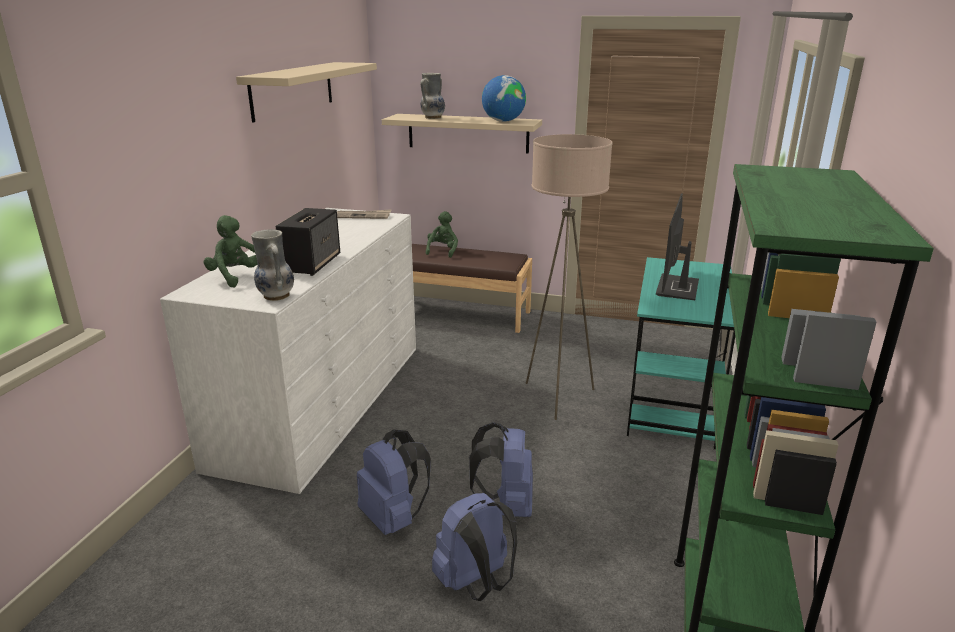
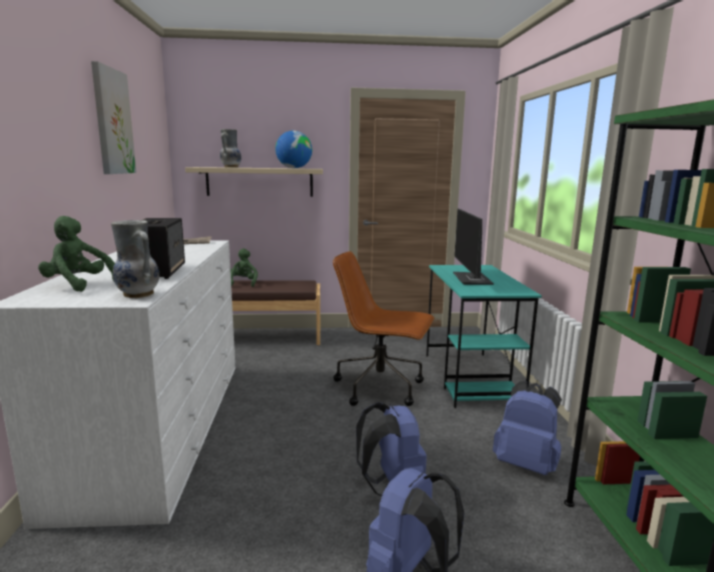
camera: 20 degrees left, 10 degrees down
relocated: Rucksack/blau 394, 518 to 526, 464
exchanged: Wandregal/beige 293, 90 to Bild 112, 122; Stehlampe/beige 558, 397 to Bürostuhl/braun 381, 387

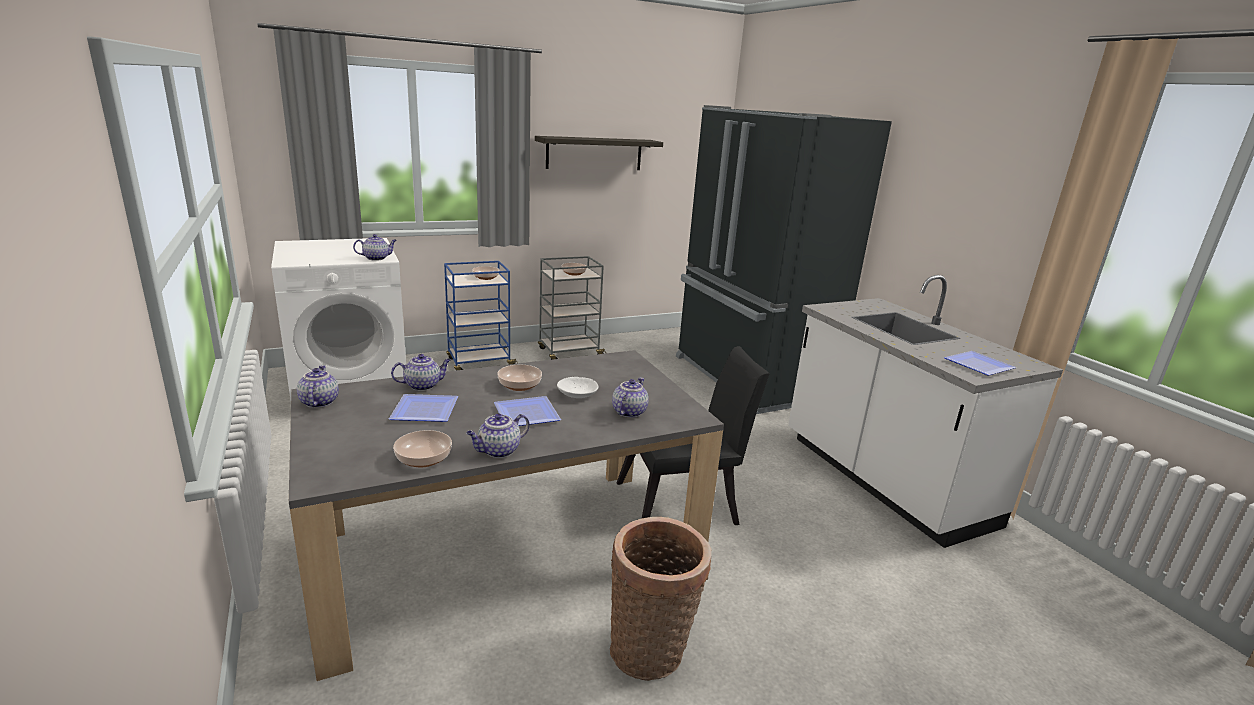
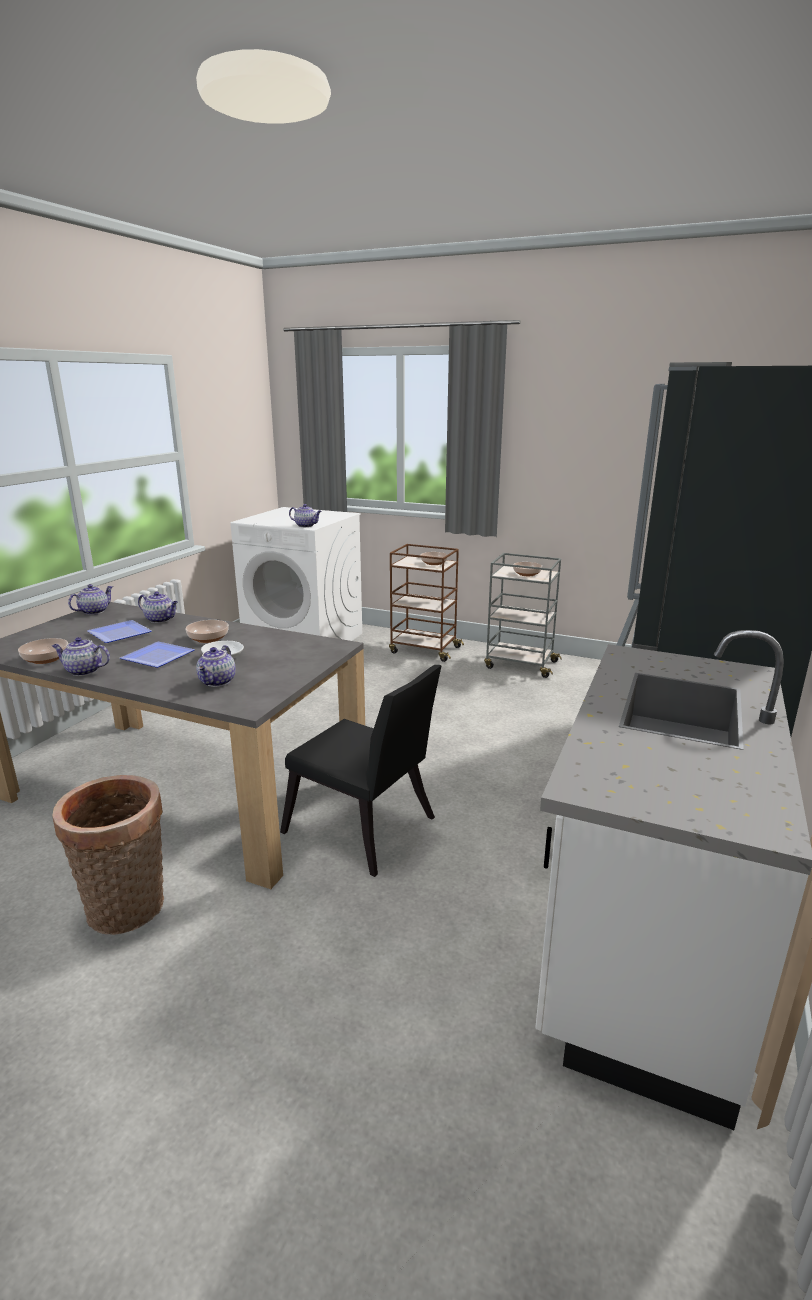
camera: 50 degrees right, 0 degrees up
missing: Wandregal 594, 153; Teller 978, 365
colour: Rollwagen/blau 479, 363 to Rollwagen/braun 424, 650
spun: Teekanne 628, 412 = 218, 682 120 degrees clockwise

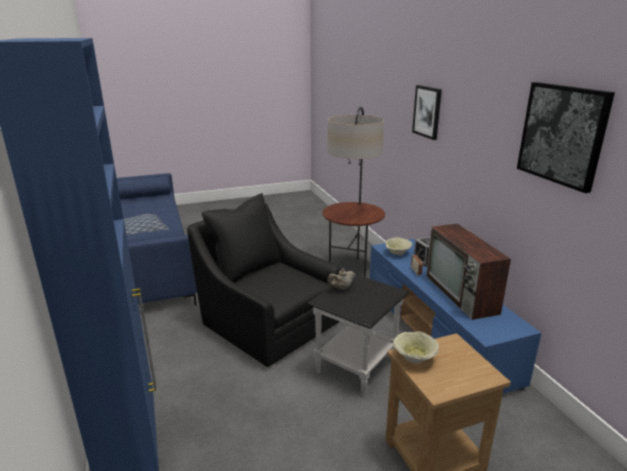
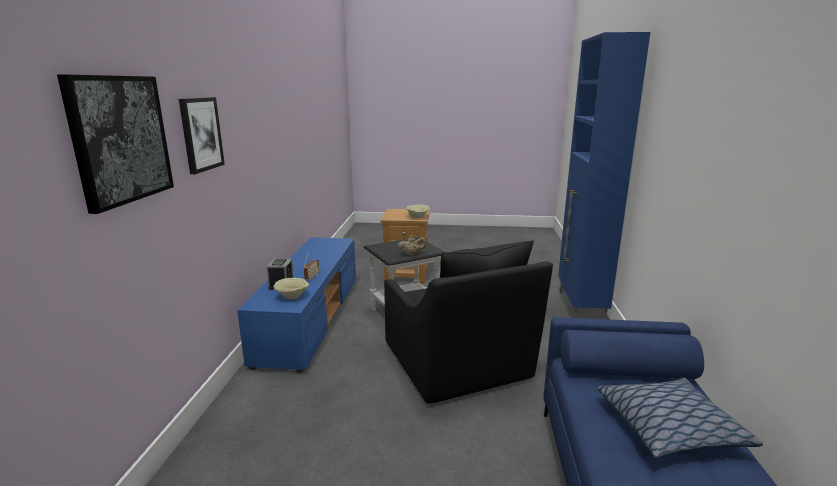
camera: 155 degrees left, 5 degrees down
missing: Stehlampe 351, 269; Fernseher 462, 295
relocated: Bild 562, 134 to 120, 139

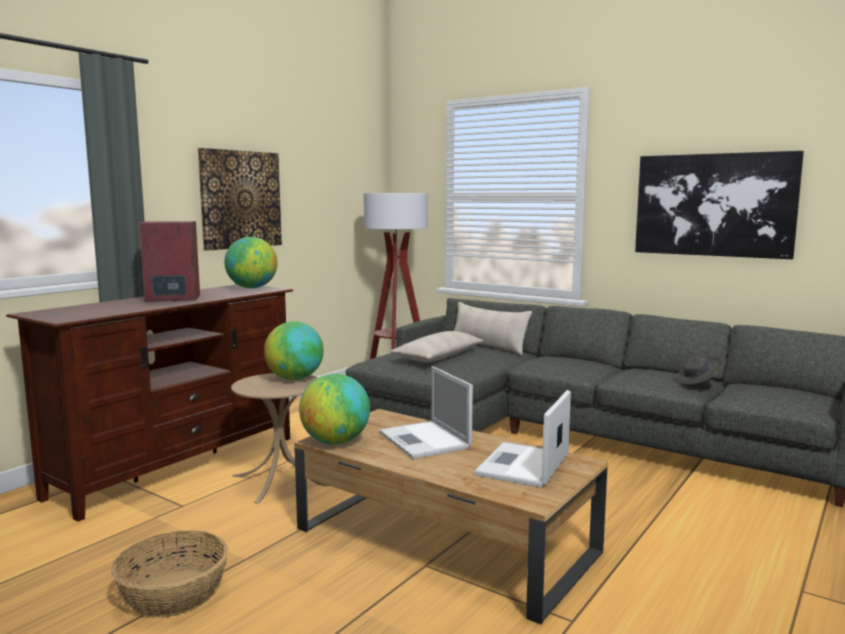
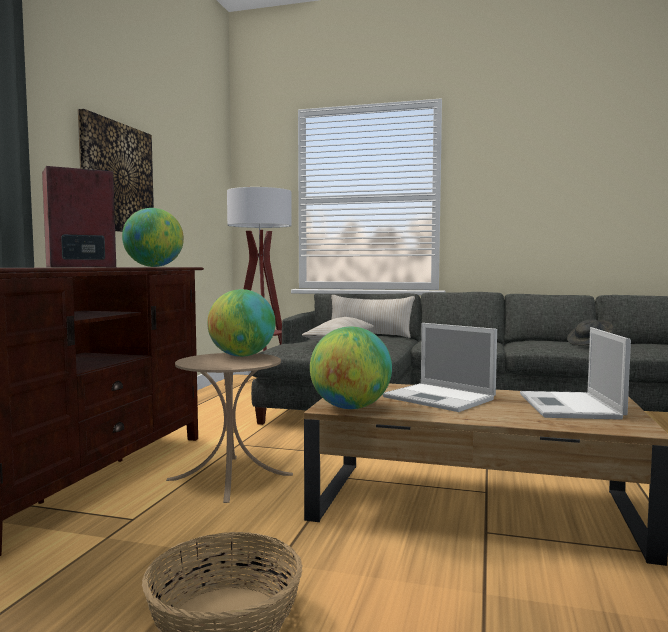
camera: 20 degrees left, 5 degrees down
missing: Bild 714, 205

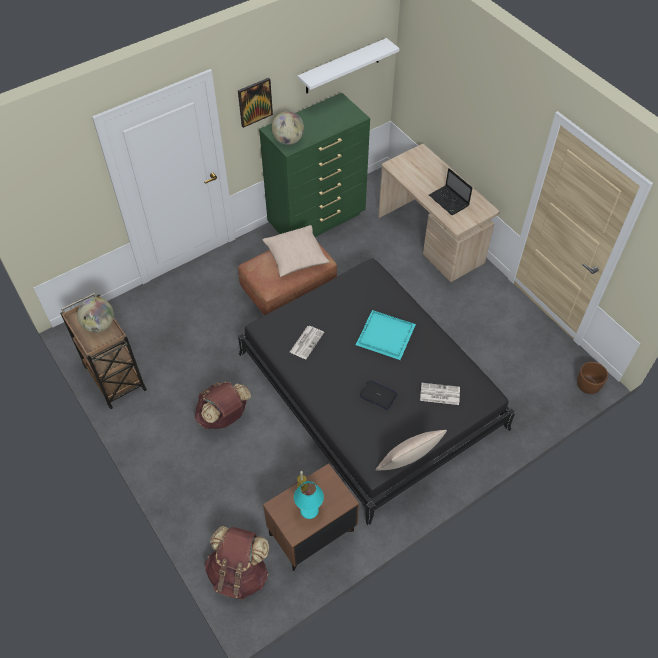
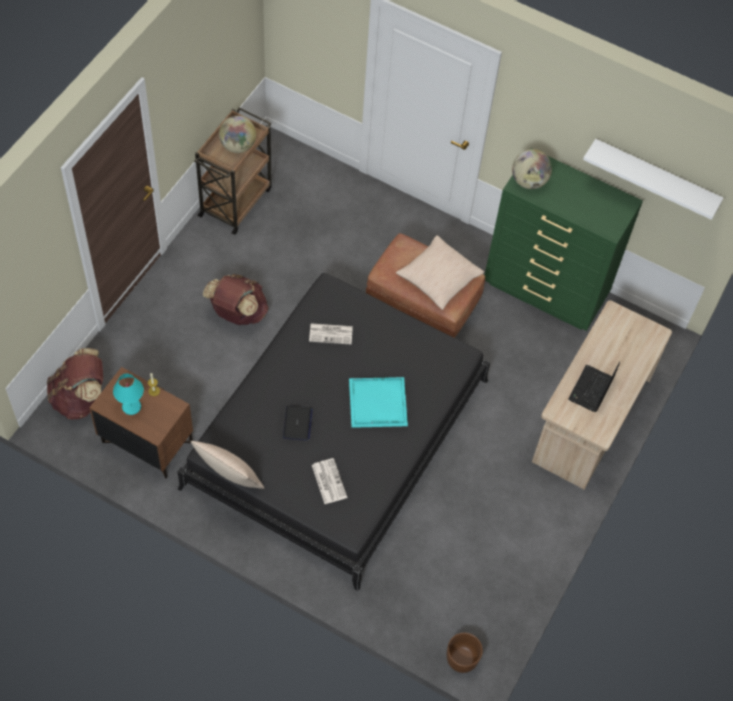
camera: 60 degrees right, 5 degrees up
missing: Bild 255, 102

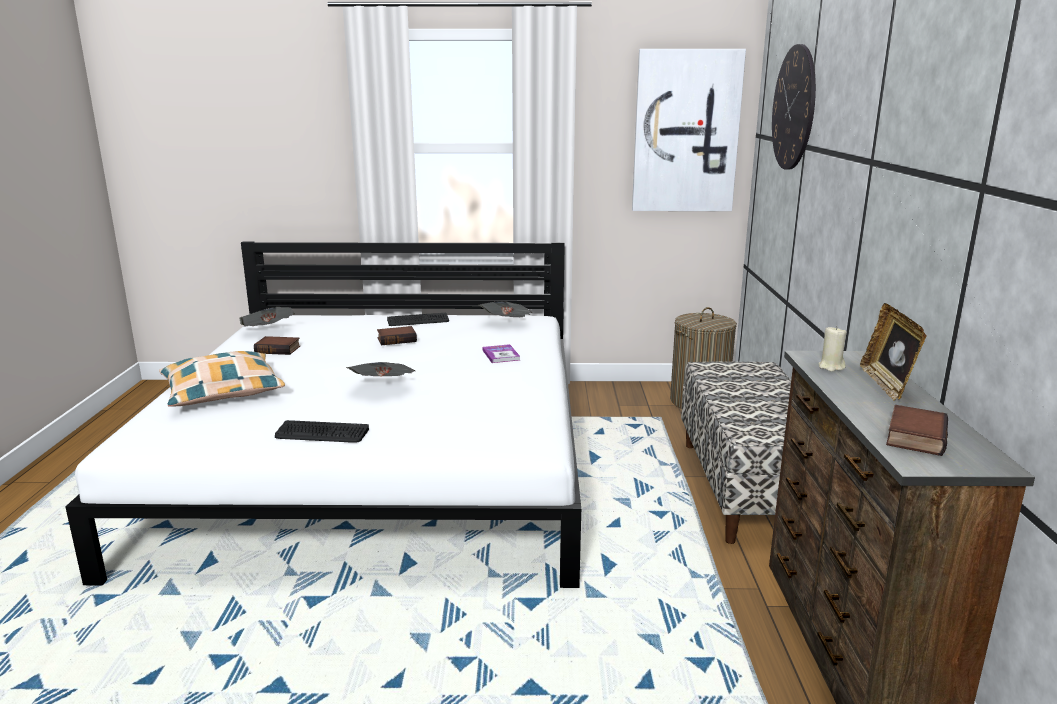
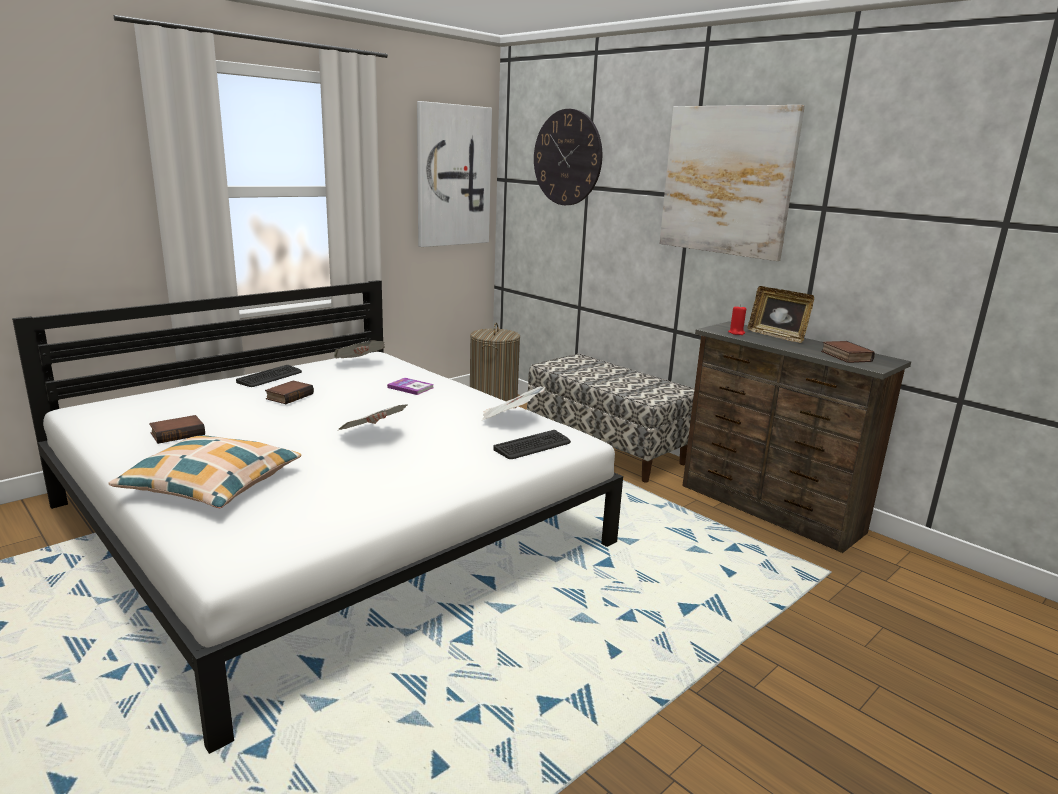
camera: 45 degrees left, 0 degrees up
appeared: Bild 727, 181
relocated: Zeitung 268, 331 to 510, 419; Tastatur 322, 433 to 533, 446
colour: Kerze/beige 831, 367 to Kerze/rot 736, 333

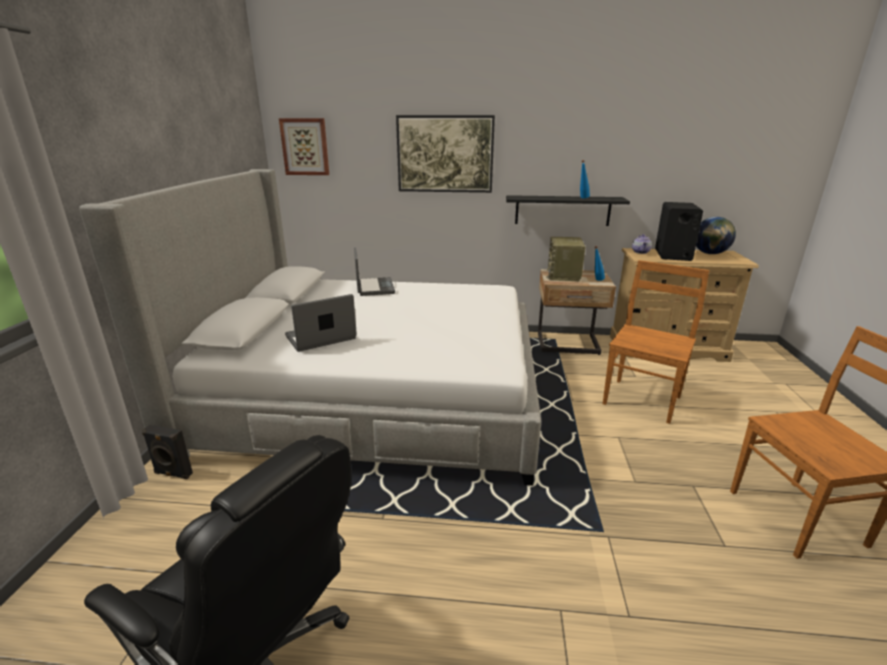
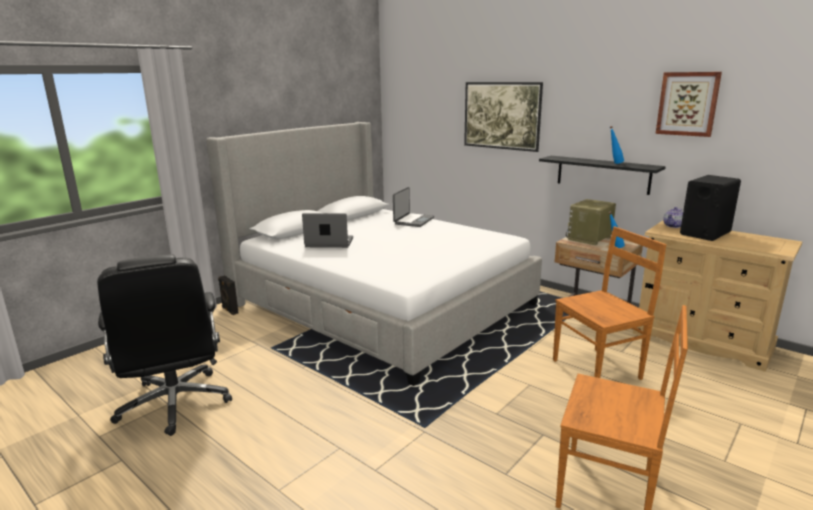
camera: 35 degrees right, 5 degrees down
missing: Globus 710, 253
relocated: Bild 305, 147 to 687, 104

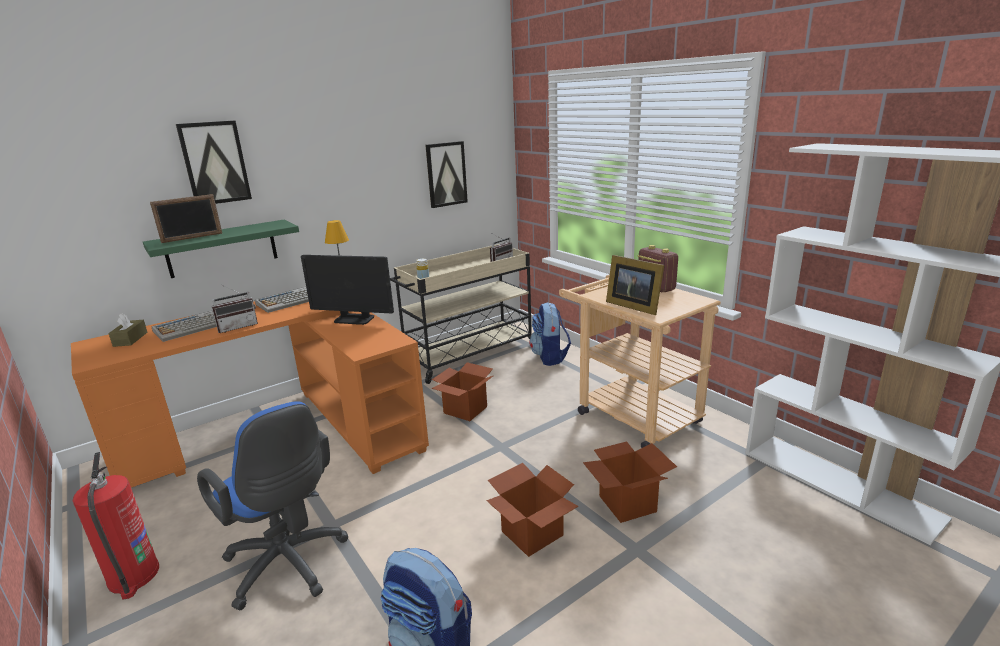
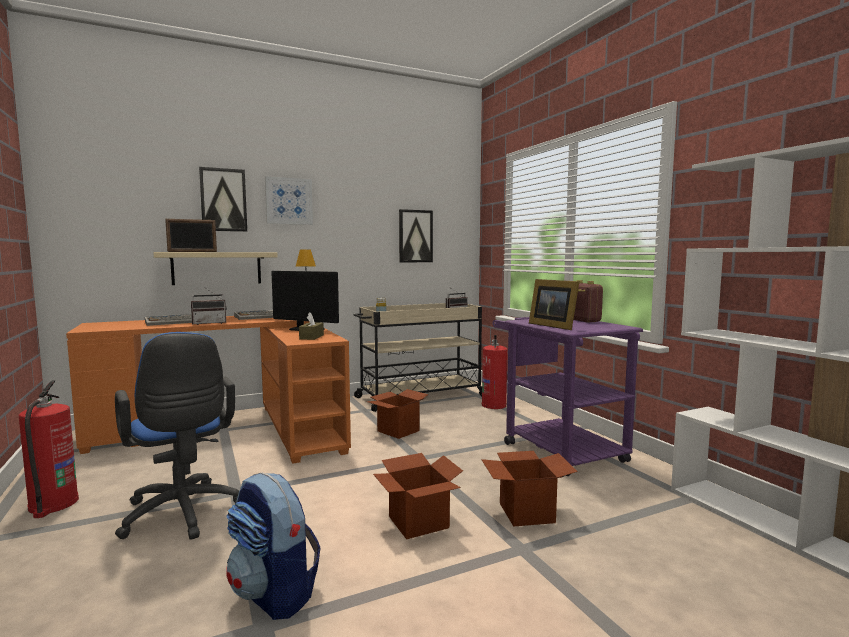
camera: 10 degrees right, 15 degrees down
appeared: Bild 289, 201
relocated: Taschentuchbox/braun 130, 339 to 311, 337
exchanged: Rucksack 550, 357 to Feuerlöscher 494, 405
colour: Wandregal/grün 222, 248 to Wandregal/beige 217, 268; Rollwagen/beige 630, 413 to Rollwagen/lila 556, 449

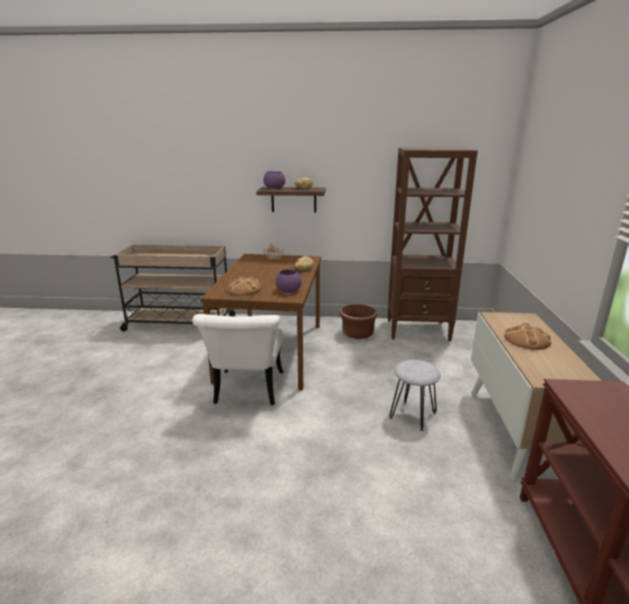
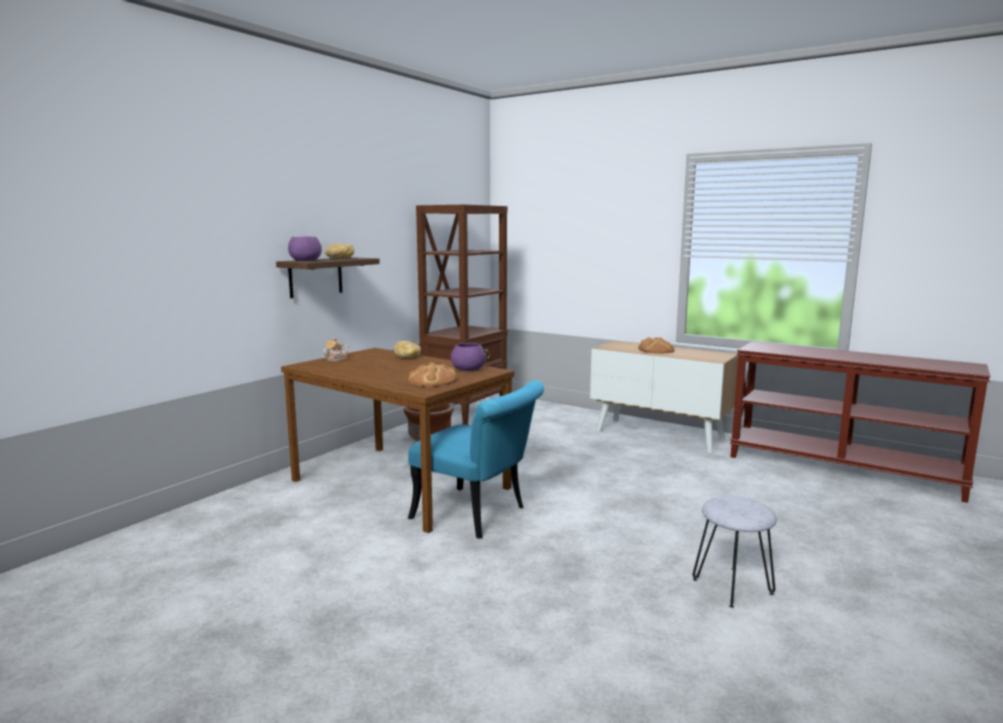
camera: 60 degrees left, 10 degrees down
missing: Rollwagen/beige 178, 323
relocated: Hocker/grau 413, 415 to 733, 586
colour: Stuhl/weiß 247, 392 to Stuhl/türkis 478, 515

